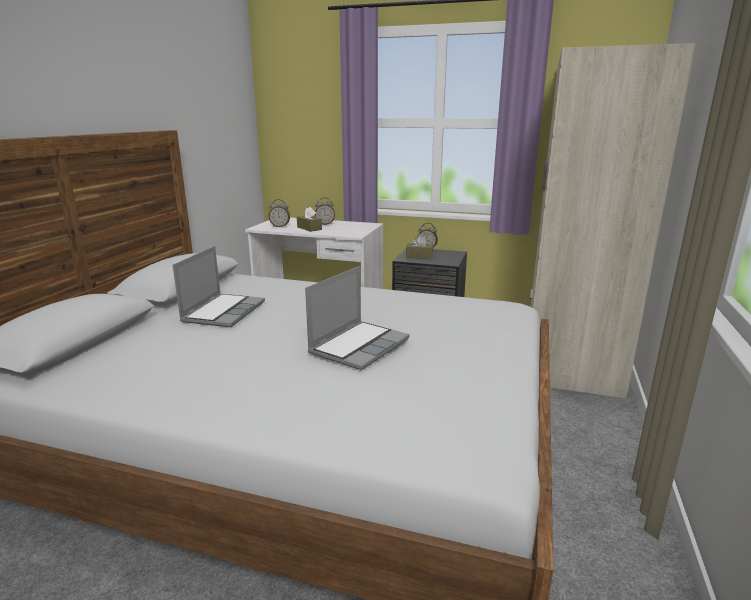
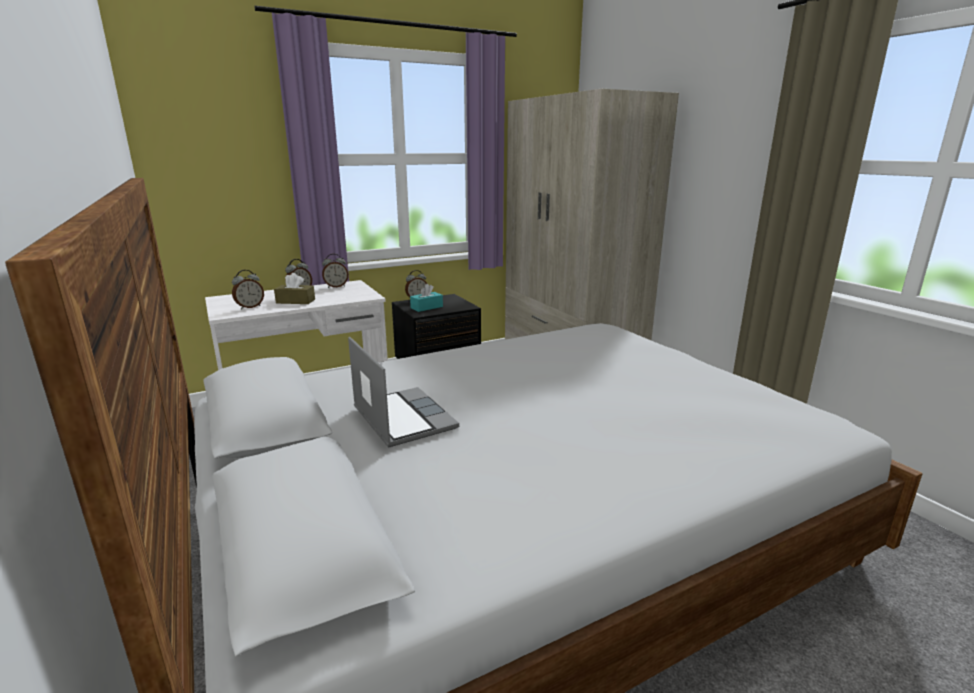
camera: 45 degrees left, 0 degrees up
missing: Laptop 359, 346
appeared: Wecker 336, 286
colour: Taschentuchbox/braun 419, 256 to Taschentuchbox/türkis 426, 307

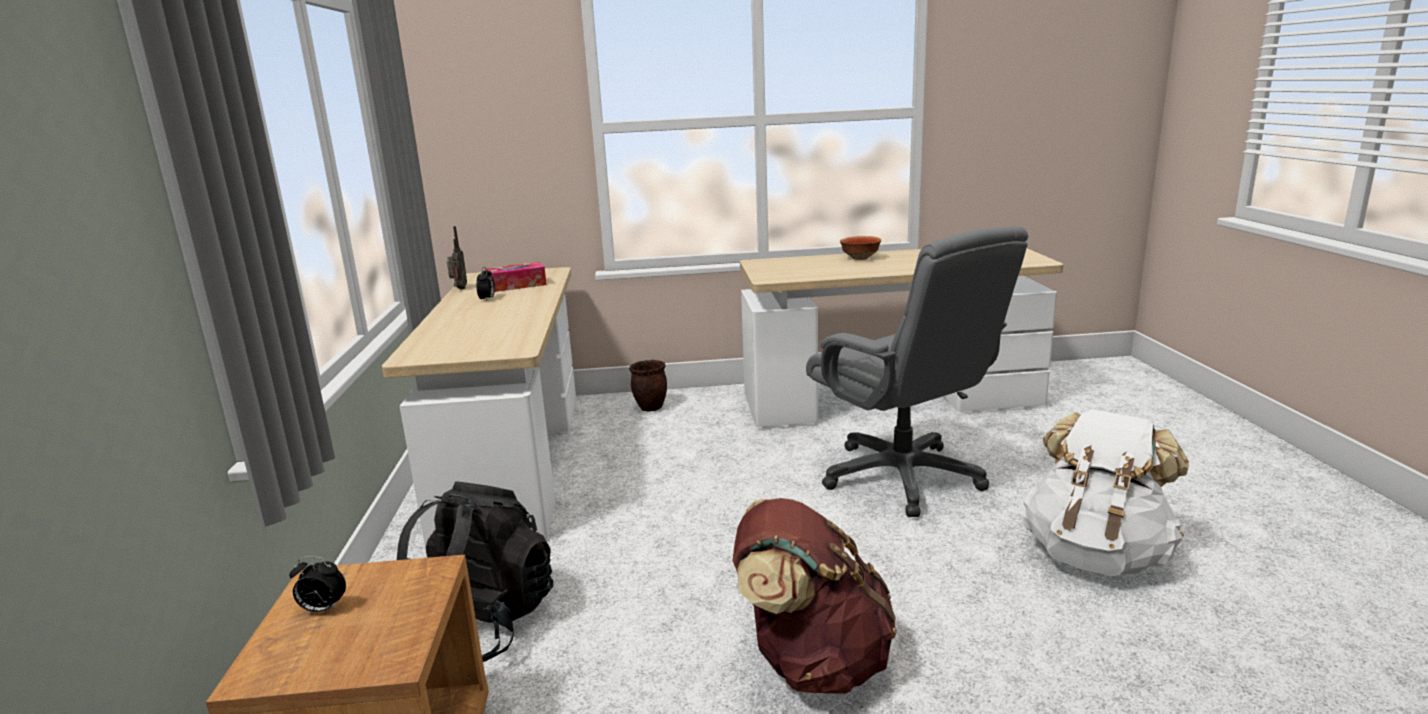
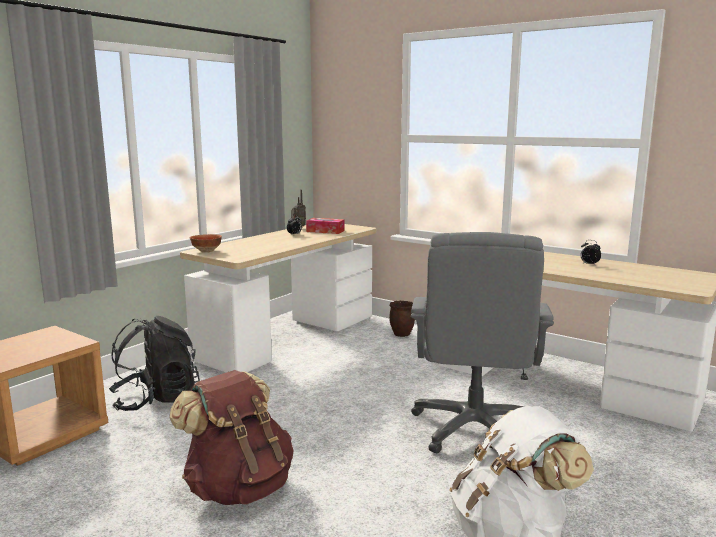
camera: 40 degrees right, 5 degrees down
relocated: Wecker 322, 609 to 589, 264; Schüssel 859, 258 to 206, 251

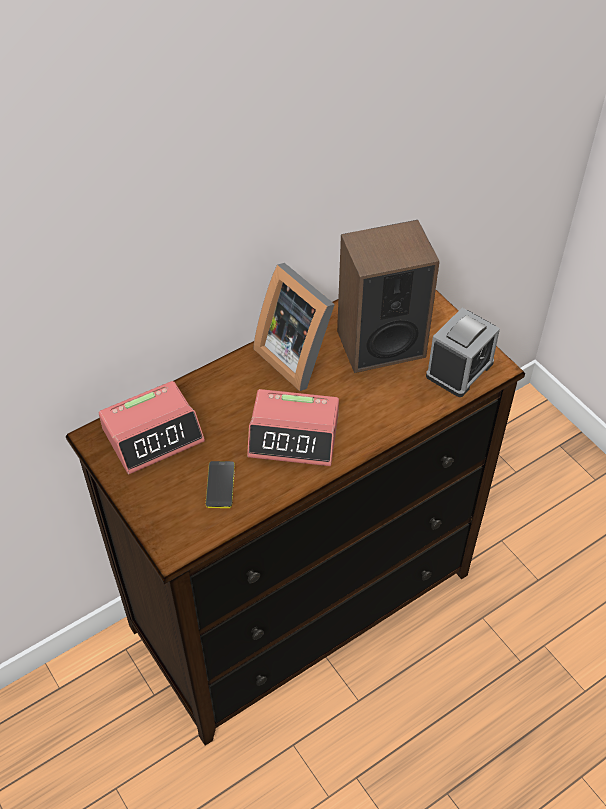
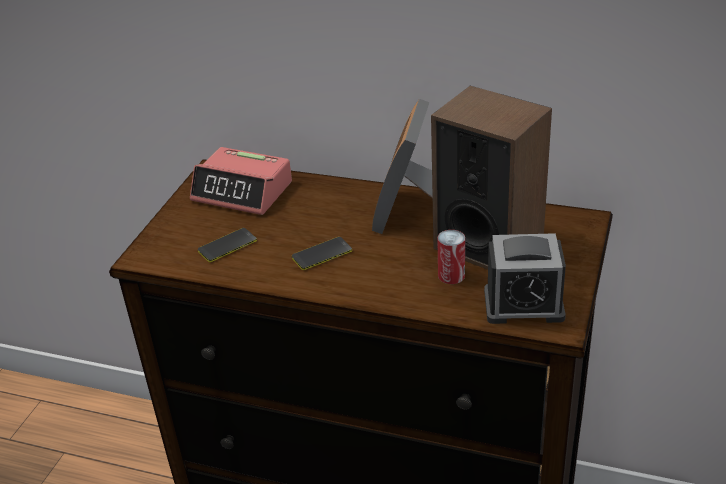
camera: 55 degrees right, 15 degrees down
appeared: Dose 451, 275
exchanged: Wecker 294, 435 to Handy 322, 254

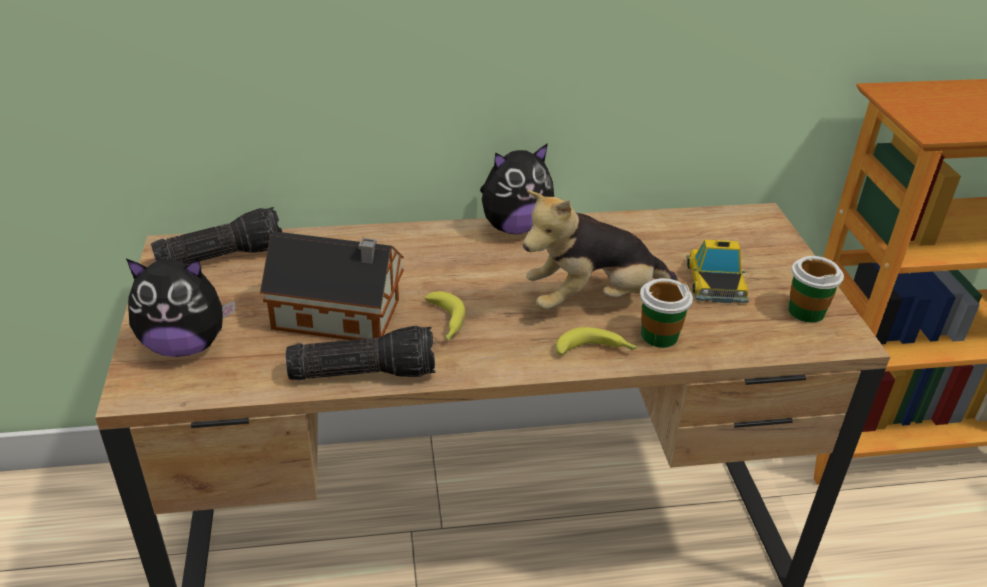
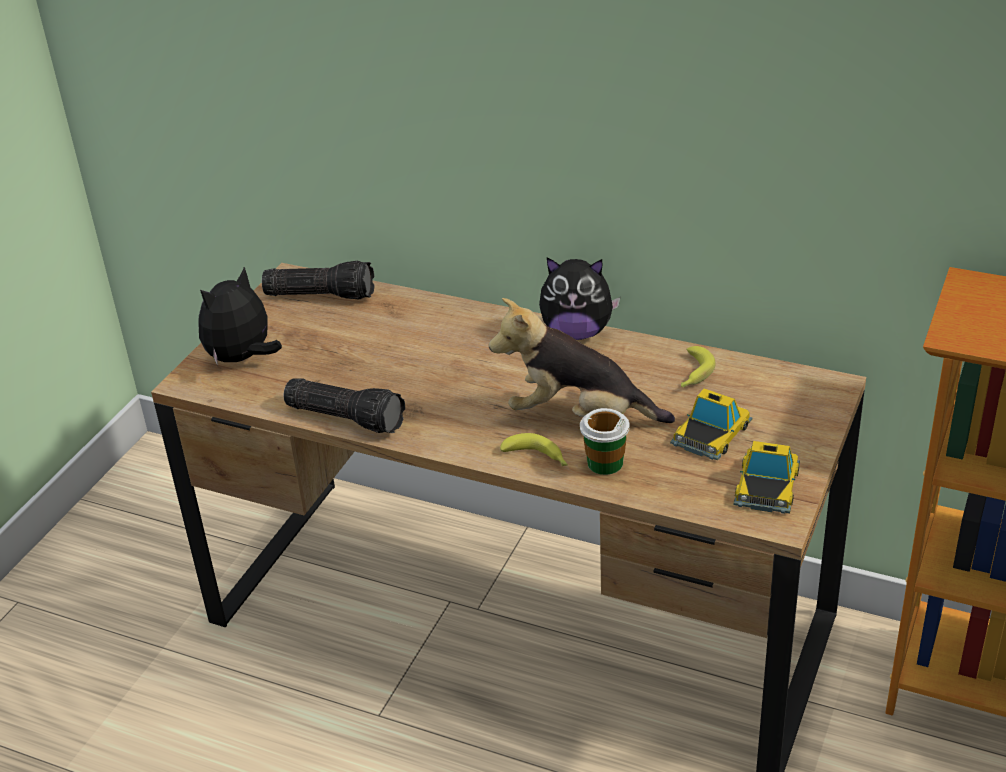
camera: 35 degrees right, 0 degrees up
missing: Spielzeughaus 341, 315
relocated: Banane 445, 323 to 692, 374
exchanged: Tasse 806, 311 to Spielzeugauto 766, 485
spun: Plüschtier 185, 345 = 242, 358 105 degrees clockwise

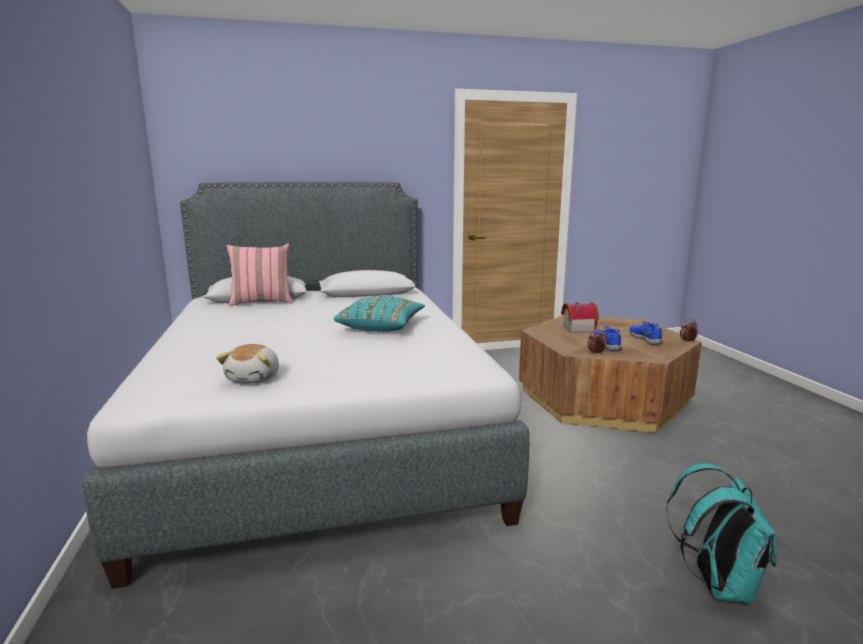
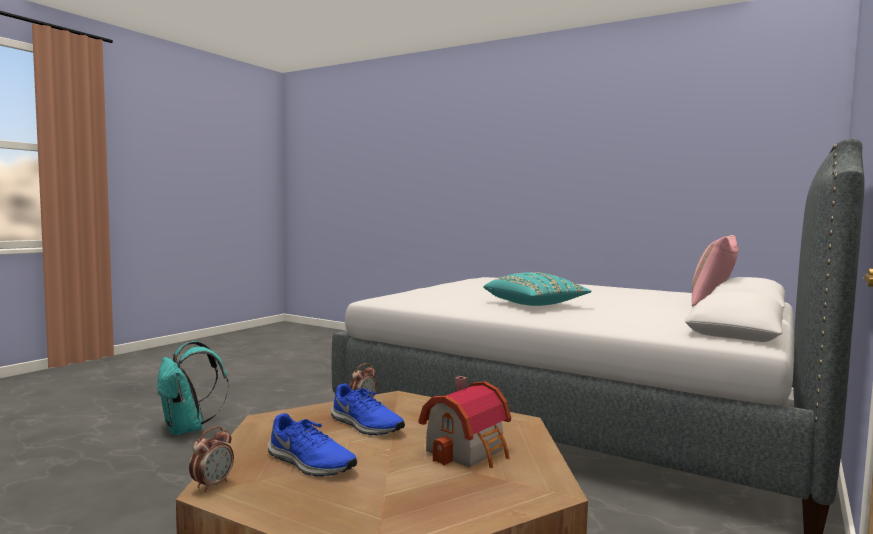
camera: 135 degrees right, 10 degrees down
missing: Plüschtier 255, 378

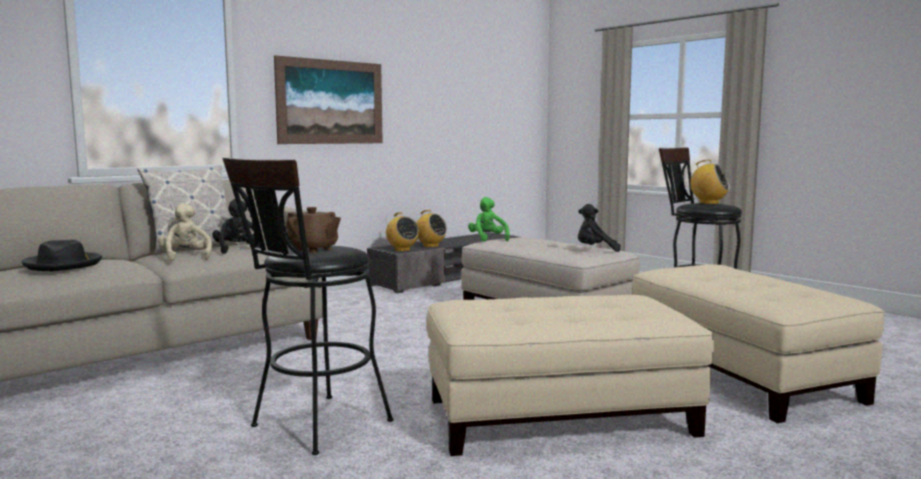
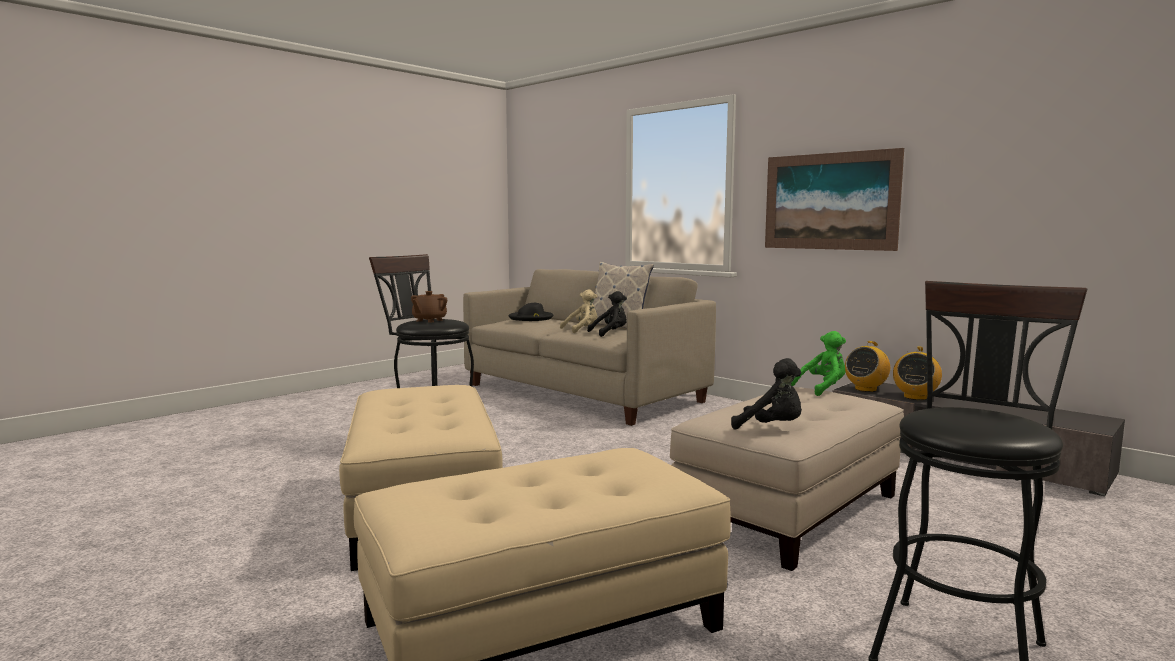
camera: 85 degrees right, 0 degrees up
missing: Radio 708, 203
spun: Plüschtier/schwarz 595, 250 = 771, 428 120 degrees clockwise

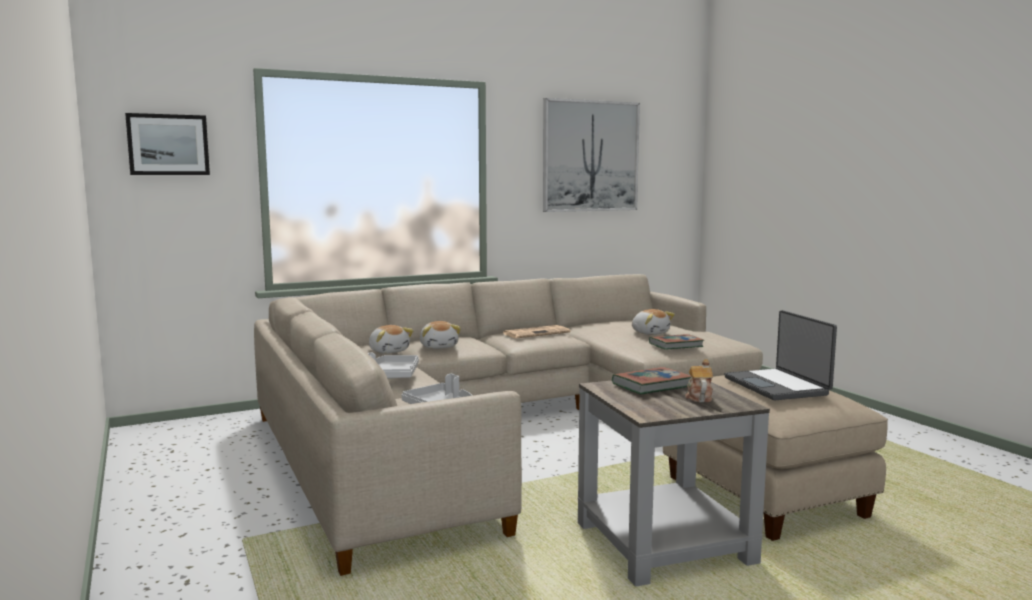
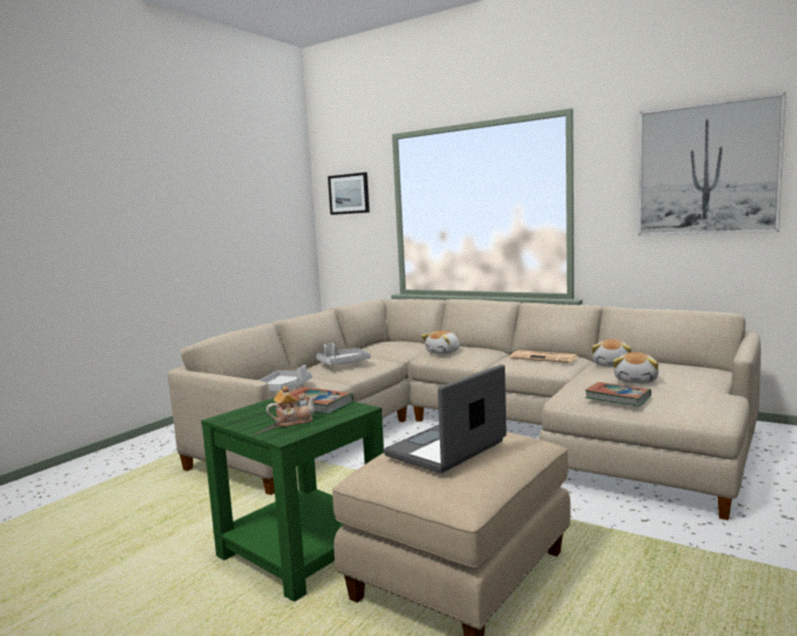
camera: 60 degrees right, 0 degrees up
relocated: Plüschtier 389, 351 to 612, 365
colour: Beistelltisch/grau 661, 543 to Beistelltisch/grün 303, 549

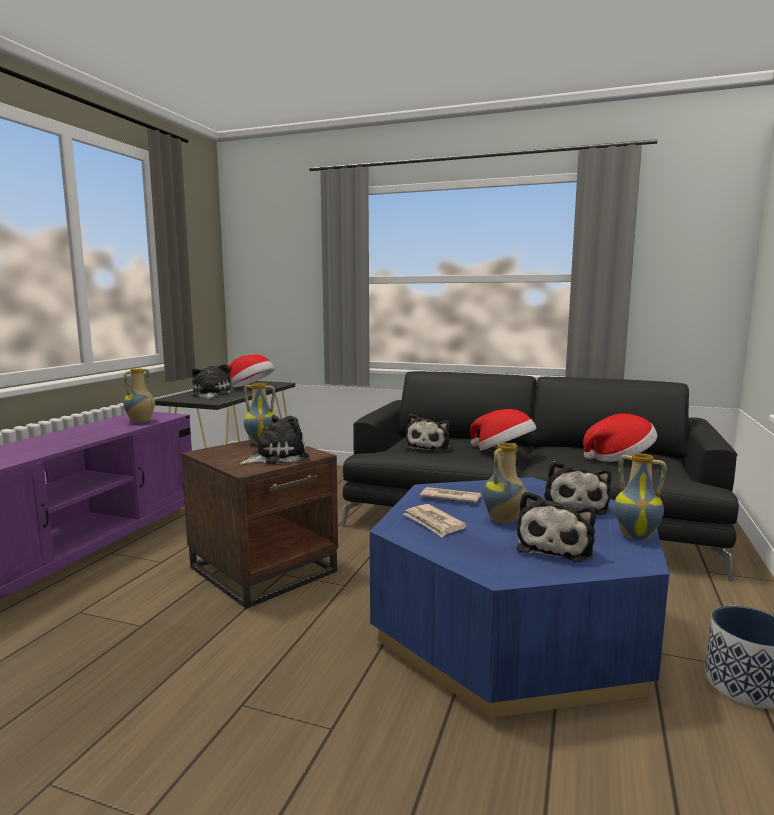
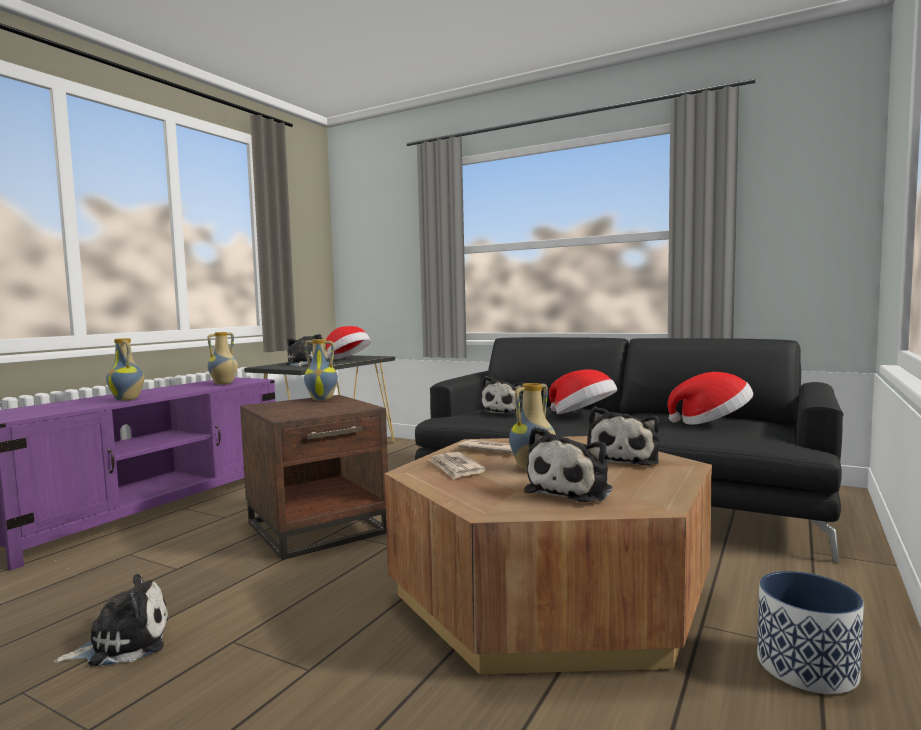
camera: 10 degrees right, 5 degrees down
relocated: Plüschtier 276, 457 to 123, 643; Vase 636, 536 to 128, 399
colour: Couchtisch/blau 513, 627 to Couchtisch/braun 550, 592

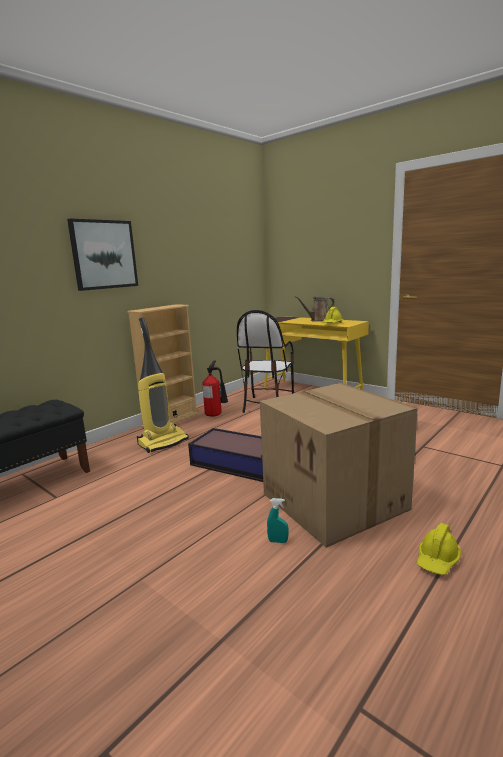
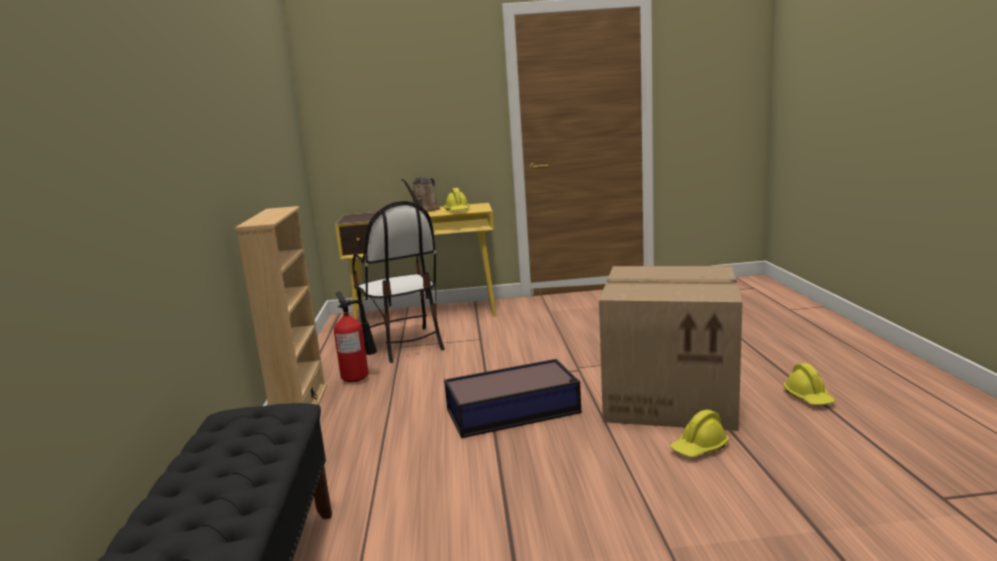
camera: 45 degrees left, 0 degrees up
missing: Bild 104, 254; Staubsauger 163, 442
exchanged: Sprühflasche/türkis 278, 541 to Schutzhelm/gelb 699, 448

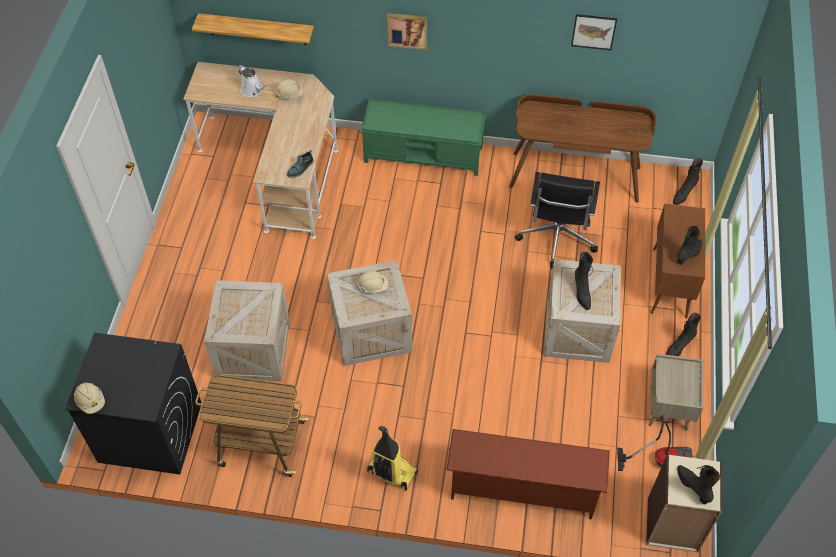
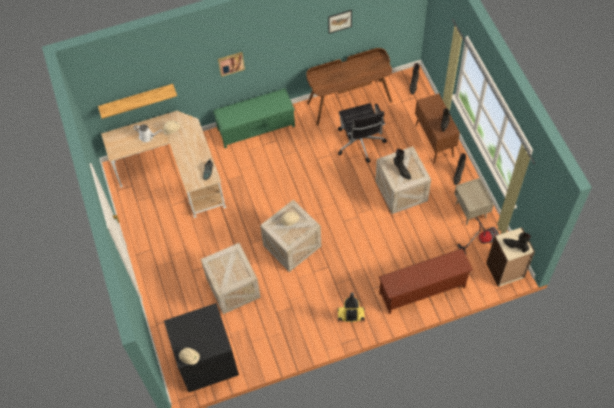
camera: 25 degrees left, 5 degrees up
missing: Rollwagen 260, 443

